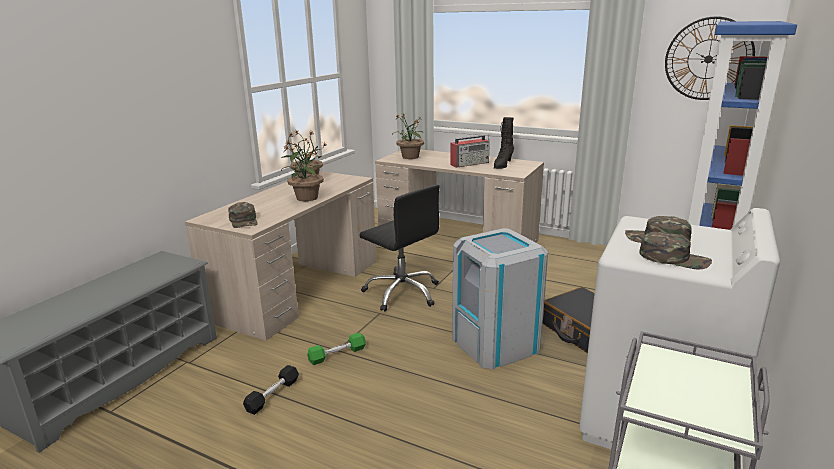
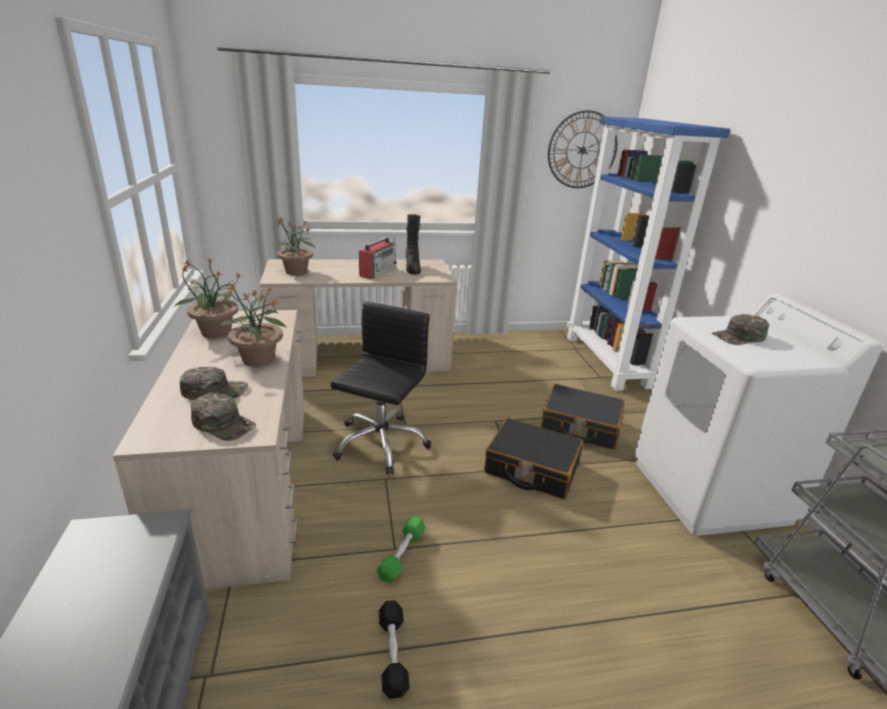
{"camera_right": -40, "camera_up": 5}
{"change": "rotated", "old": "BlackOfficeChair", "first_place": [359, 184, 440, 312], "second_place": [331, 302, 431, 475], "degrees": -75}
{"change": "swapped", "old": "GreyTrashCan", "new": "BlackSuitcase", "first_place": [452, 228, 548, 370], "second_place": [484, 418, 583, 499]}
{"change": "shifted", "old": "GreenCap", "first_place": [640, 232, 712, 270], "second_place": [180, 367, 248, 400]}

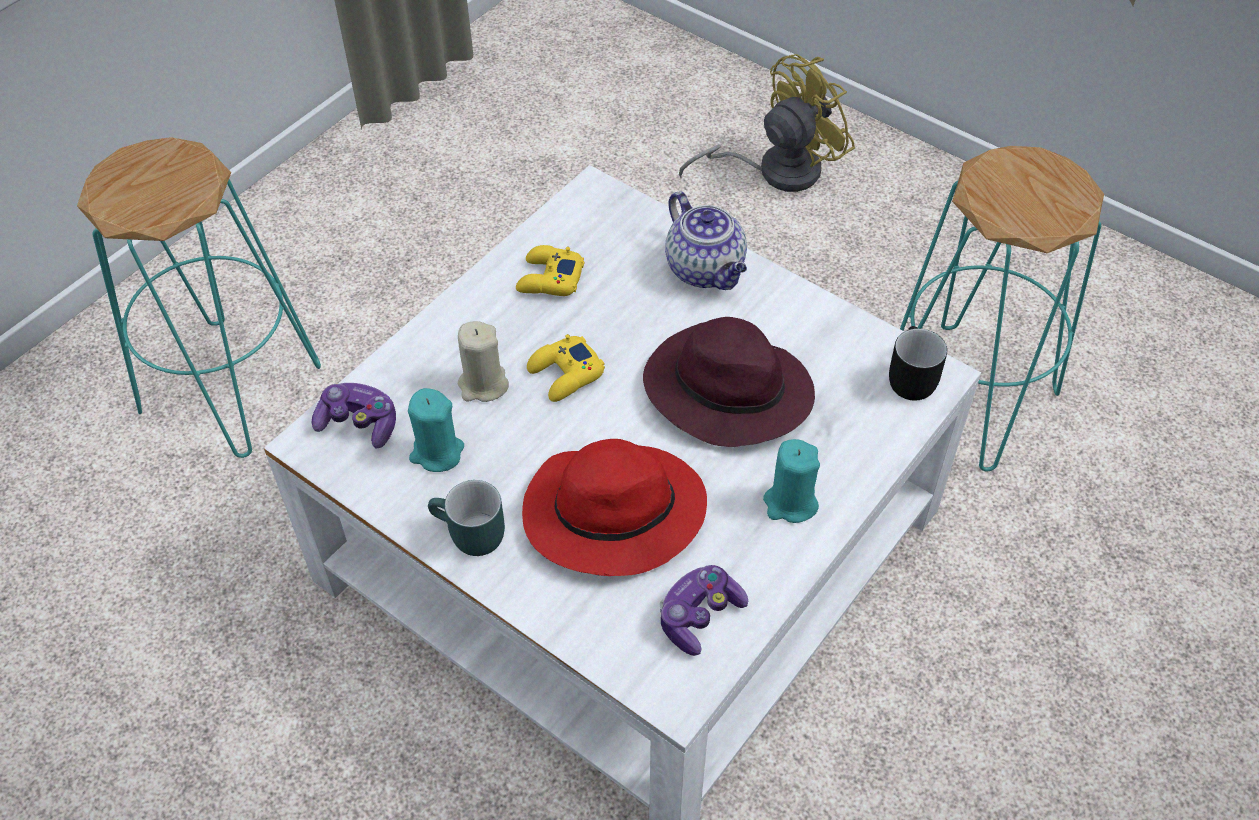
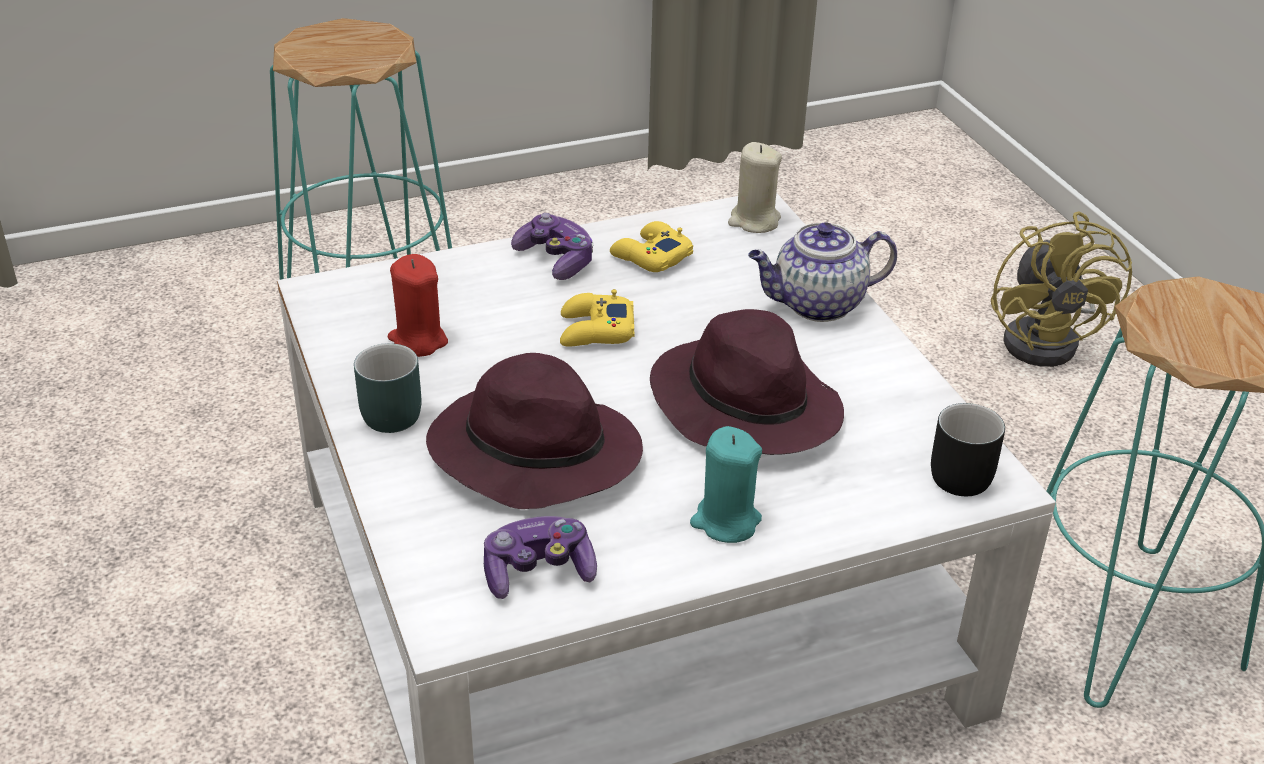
{"camera_right": 30, "camera_up": -15}
{"change": "shifted", "old": "GameController", "first_place": [312, 383, 396, 448], "second_place": [511, 213, 594, 280]}
{"change": "repainted", "old": "TurquoiseCandle", "new": "RedCandle", "first_place": [408, 388, 464, 472], "second_place": [388, 254, 448, 357]}
{"change": "shifted", "old": "BeigeCandle", "first_place": [458, 321, 509, 402], "second_place": [728, 142, 782, 233]}
{"change": "repainted", "old": "RedHat", "new": "PurpleHat", "first_place": [522, 439, 707, 576], "second_place": [426, 353, 643, 509]}
{"change": "rotated", "old": "Teapot", "first_place": [665, 191, 747, 290], "second_place": [748, 222, 897, 322], "degrees": 75}
{"change": "rotated", "old": "YellowFan", "first_place": [679, 54, 855, 192], "second_place": [991, 212, 1132, 367], "degrees": 90}

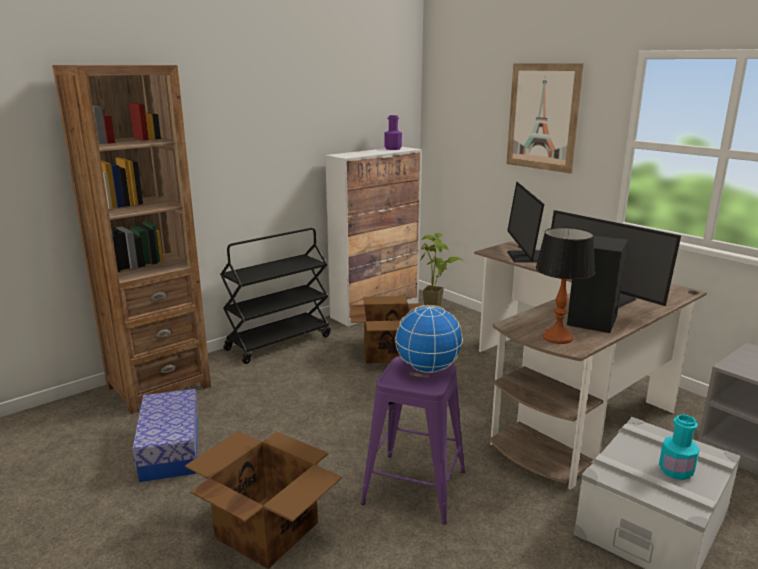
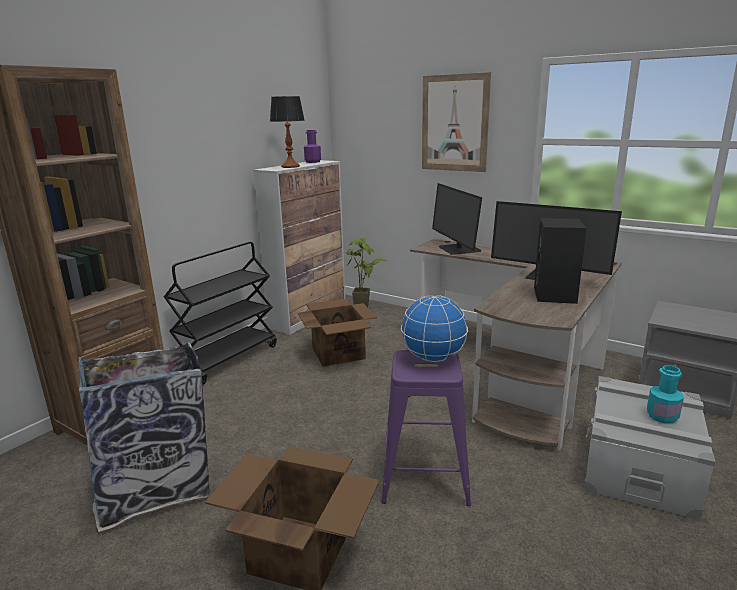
{"camera_right": -15, "camera_up": 0}
{"change": "swapped", "old": "StorageBox", "new": "TrashCan", "first_place": [132, 389, 198, 482], "second_place": [76, 342, 210, 532]}
{"change": "shifted", "old": "TableLamp", "first_place": [535, 227, 595, 344], "second_place": [270, 96, 305, 168]}

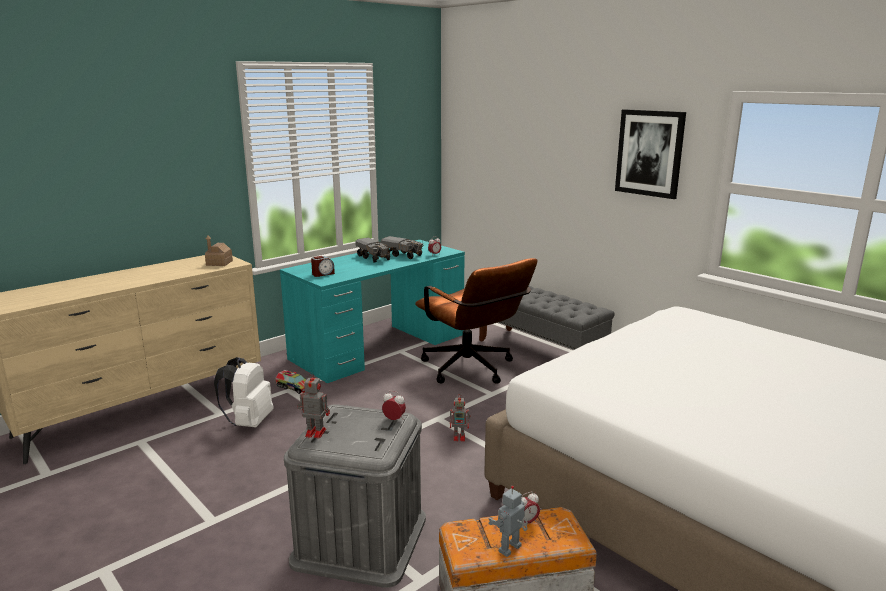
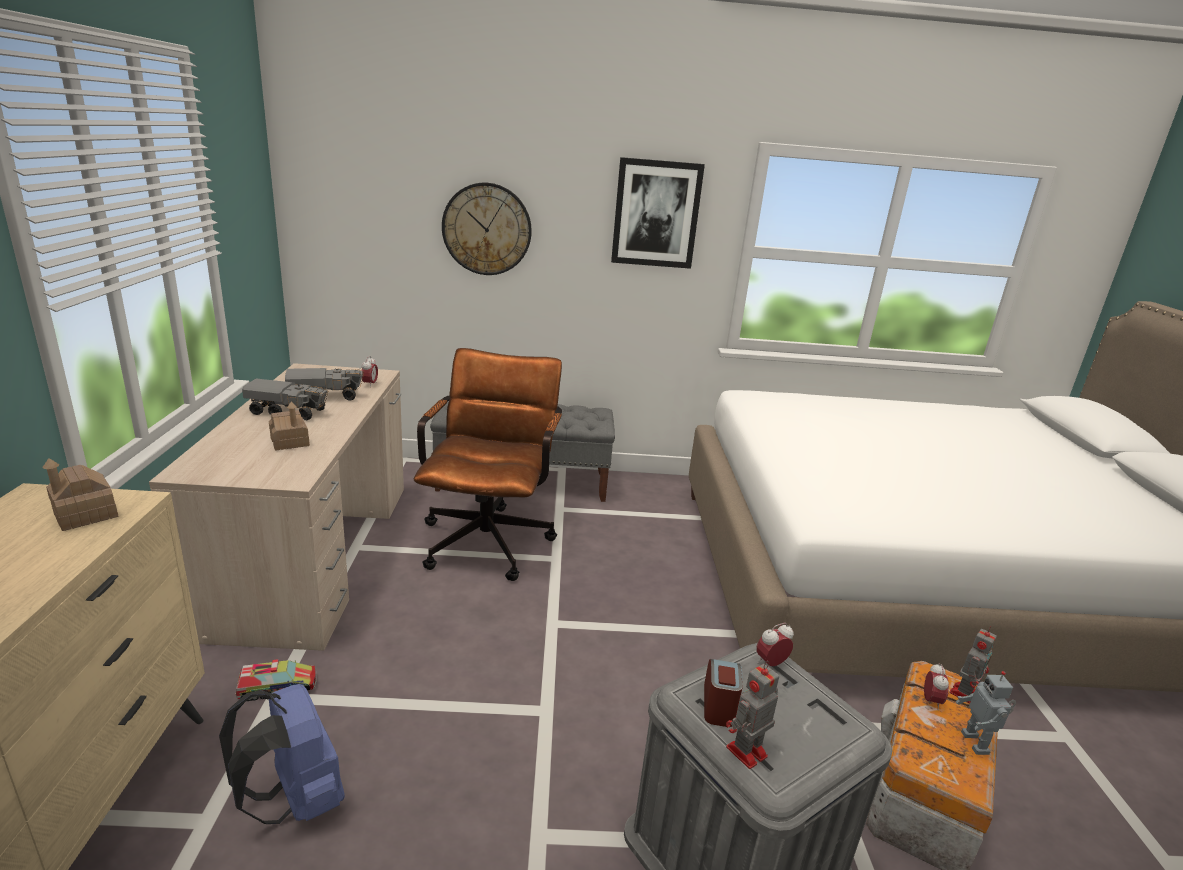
{"camera_right": -50, "camera_up": 5}
{"change": "repainted", "old": "WhiteBackpack", "new": "BlueBackpack", "first_place": [214, 357, 274, 428], "second_place": [219, 684, 345, 824]}
{"change": "repainted", "old": "TurquoiseDesk", "new": "BeigeDesk", "first_place": [280, 240, 465, 383], "second_place": [149, 363, 404, 651]}
{"change": "shifted", "old": "AlarmClock", "first_place": [311, 256, 335, 277], "second_place": [704, 659, 742, 727]}
{"change": "rotated", "old": "BrownOfficeChair", "first_place": [415, 258, 537, 384], "second_place": [414, 348, 562, 581], "degrees": -90}
{"change": "shifted", "old": "ToyRobot", "first_place": [450, 396, 471, 441], "second_place": [949, 626, 997, 704]}
{"change": "new", "new": "ToyHouse", "second_place": [269, 402, 310, 451]}
{"change": "new", "new": "WallClock", "second_place": [442, 183, 532, 275]}

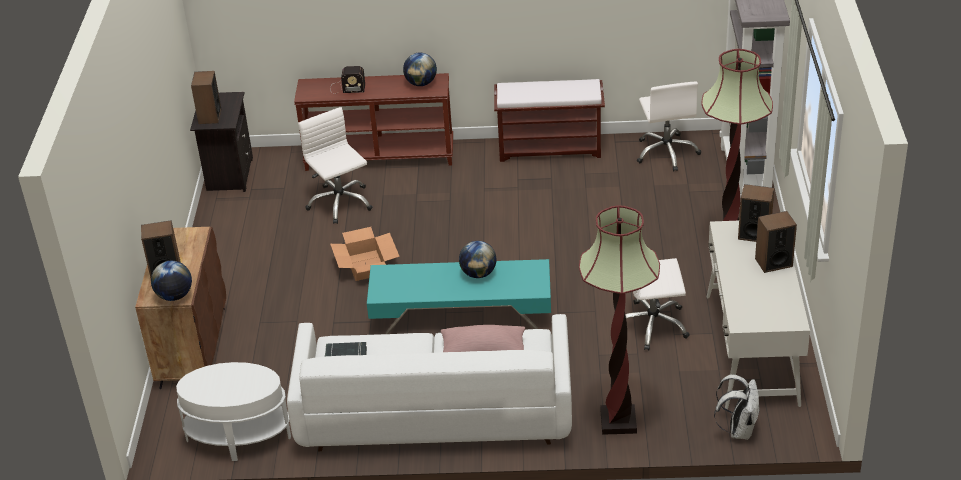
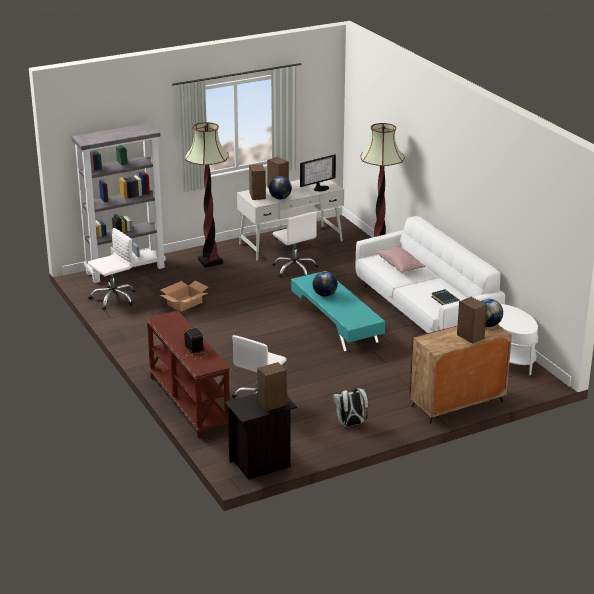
{"camera_right": -120, "camera_up": -10}
{"change": "shifted", "old": "CardboardBox", "first_place": [330, 227, 400, 281], "second_place": [160, 281, 208, 312]}
{"change": "shifted", "old": "Globe", "first_place": [403, 53, 437, 86], "second_place": [269, 176, 292, 199]}
{"change": "gone", "old": "BrownBench", "first_place": [494, 79, 605, 162]}
{"change": "shifted", "old": "WhiteBackpack", "first_place": [714, 374, 760, 440], "second_place": [333, 388, 368, 427]}
{"change": "new", "new": "Monitor", "second_place": [300, 154, 336, 192]}

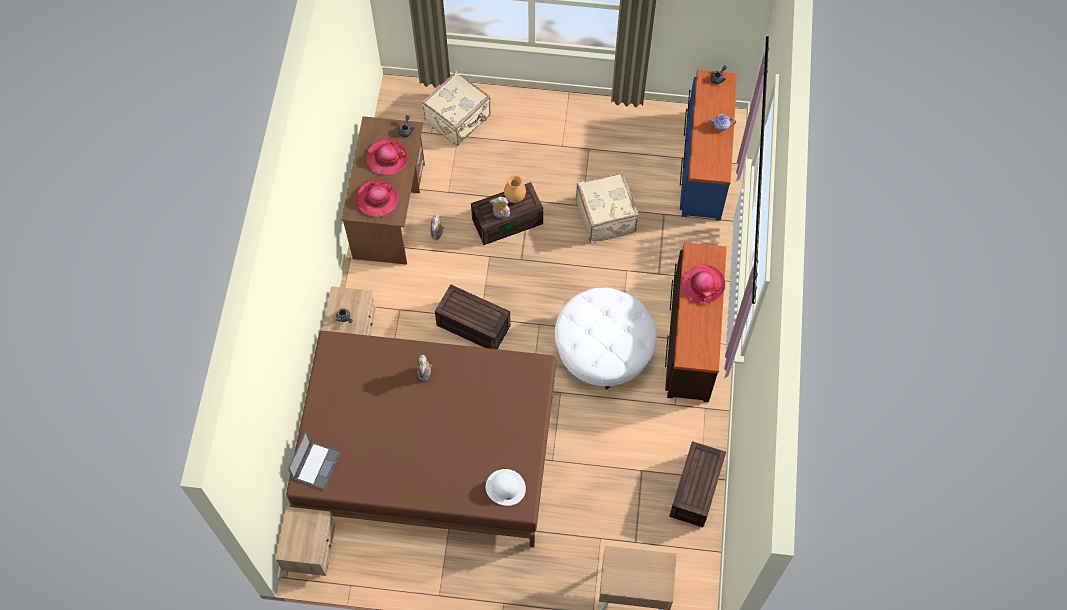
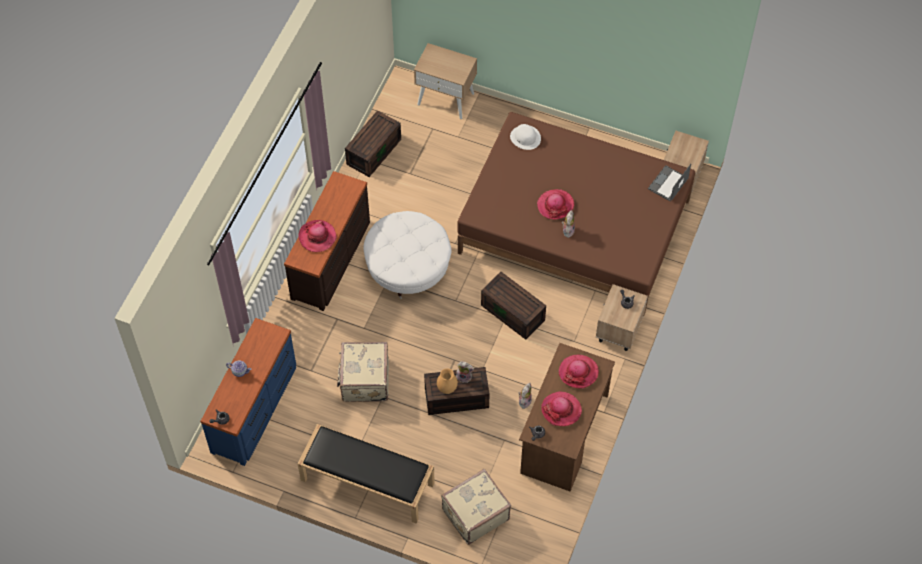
{"camera_right": -165, "camera_up": -5}
{"change": "new", "new": "BlackBench", "second_place": [298, 424, 435, 524]}
{"change": "new", "new": "Hat", "second_place": [537, 189, 574, 219]}

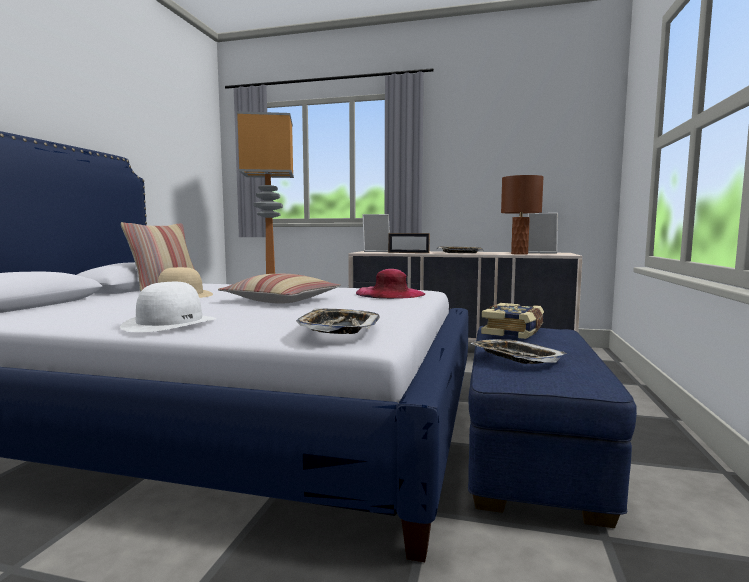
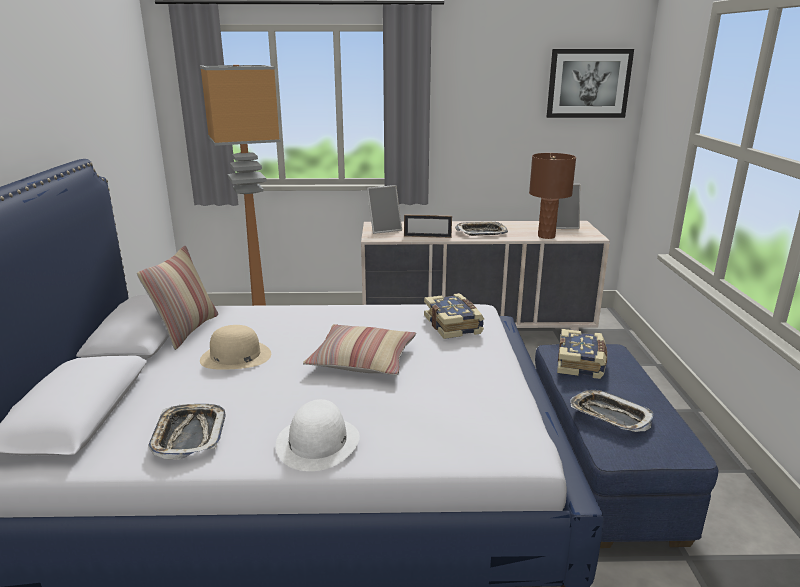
{"camera_right": -15, "camera_up": 15}
{"change": "shifted", "old": "Tray", "first_place": [296, 308, 380, 334], "second_place": [148, 404, 226, 460]}
{"change": "swapped", "old": "PinkHat", "new": "Book", "first_place": [356, 269, 425, 299], "second_place": [424, 293, 484, 339]}
{"change": "new", "new": "Picture", "second_place": [547, 49, 634, 118]}

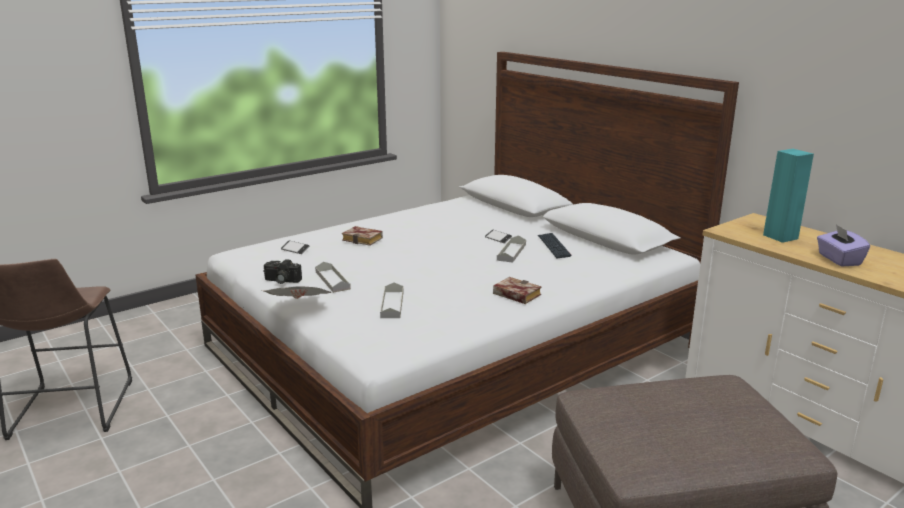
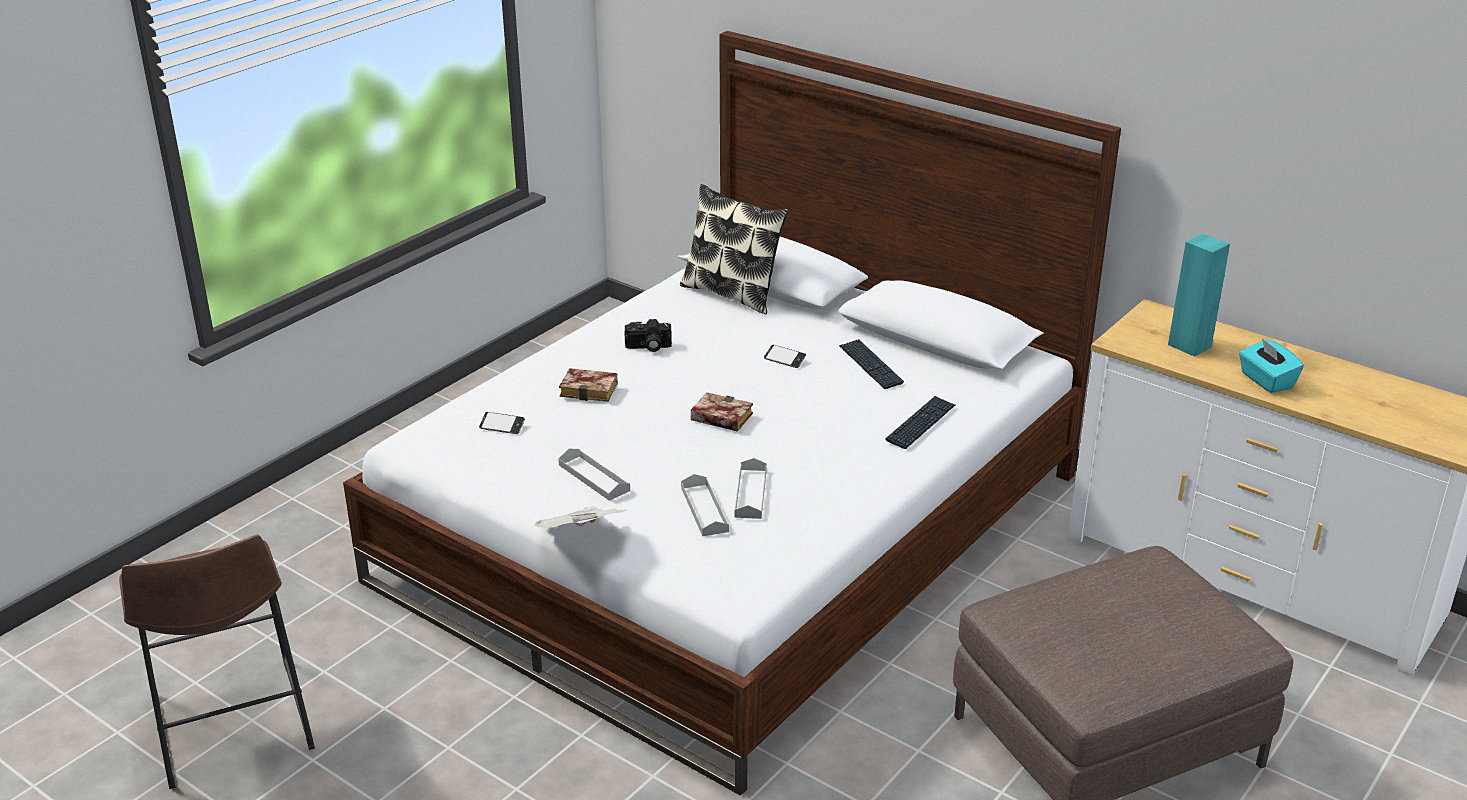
{"camera_right": -15, "camera_up": 10}
{"change": "shifted", "old": "PhotoCamera", "first_place": [263, 259, 302, 284], "second_place": [624, 319, 672, 352]}
{"change": "shifted", "old": "Book", "first_place": [493, 277, 542, 304], "second_place": [691, 392, 753, 432]}
{"change": "shifted", "old": "GreyTray", "first_place": [497, 235, 526, 263], "second_place": [734, 458, 767, 519]}
{"change": "repainted", "old": "PurpleTissueBox", "new": "TurquoiseTissueBox", "first_place": [817, 224, 870, 267], "second_place": [1239, 338, 1304, 393]}
{"change": "new", "new": "Pillow", "second_place": [680, 184, 788, 314]}
{"change": "new", "new": "Keyboard", "second_place": [885, 396, 955, 449]}

